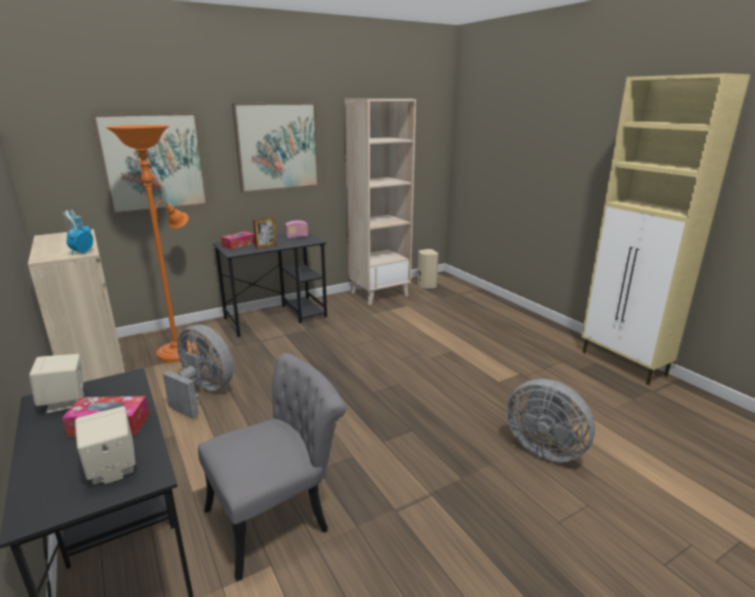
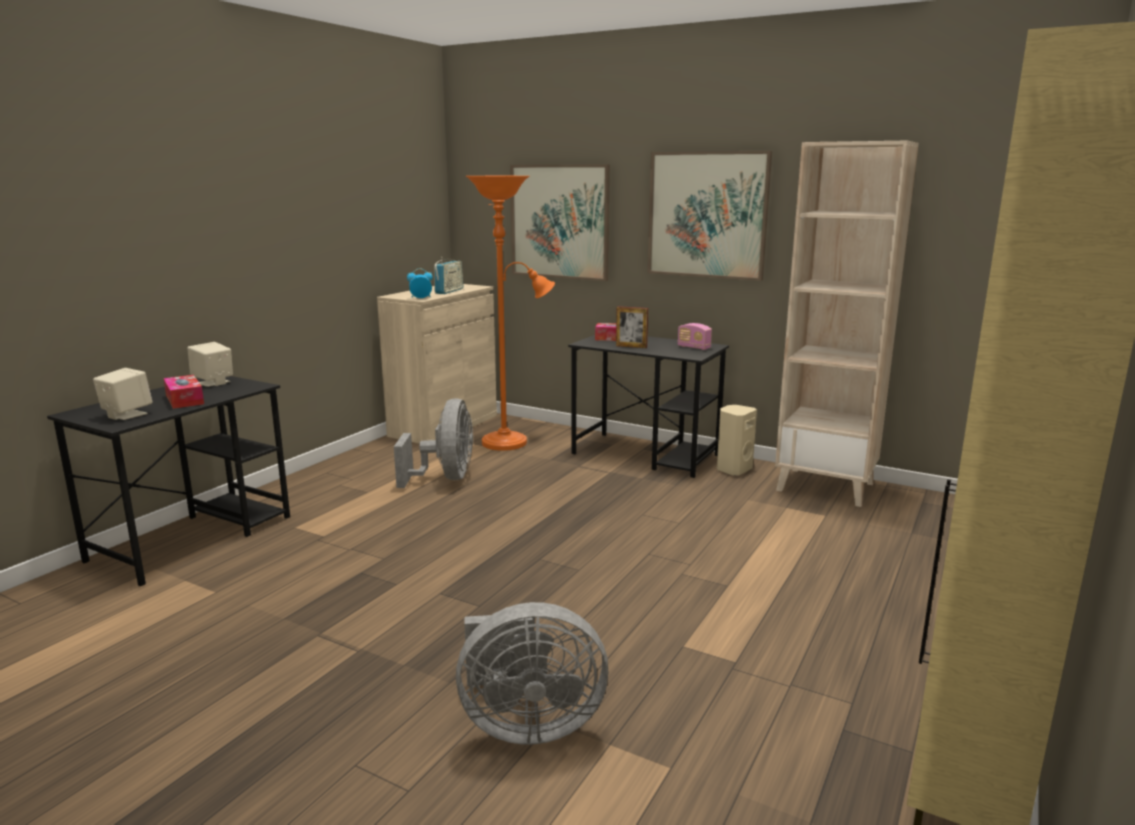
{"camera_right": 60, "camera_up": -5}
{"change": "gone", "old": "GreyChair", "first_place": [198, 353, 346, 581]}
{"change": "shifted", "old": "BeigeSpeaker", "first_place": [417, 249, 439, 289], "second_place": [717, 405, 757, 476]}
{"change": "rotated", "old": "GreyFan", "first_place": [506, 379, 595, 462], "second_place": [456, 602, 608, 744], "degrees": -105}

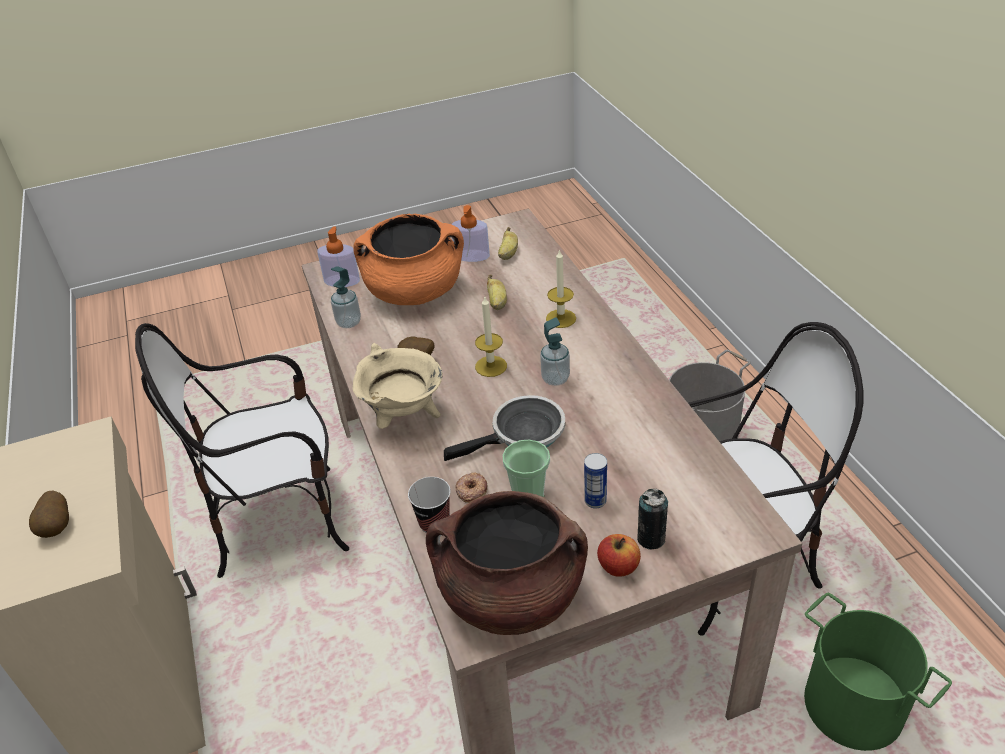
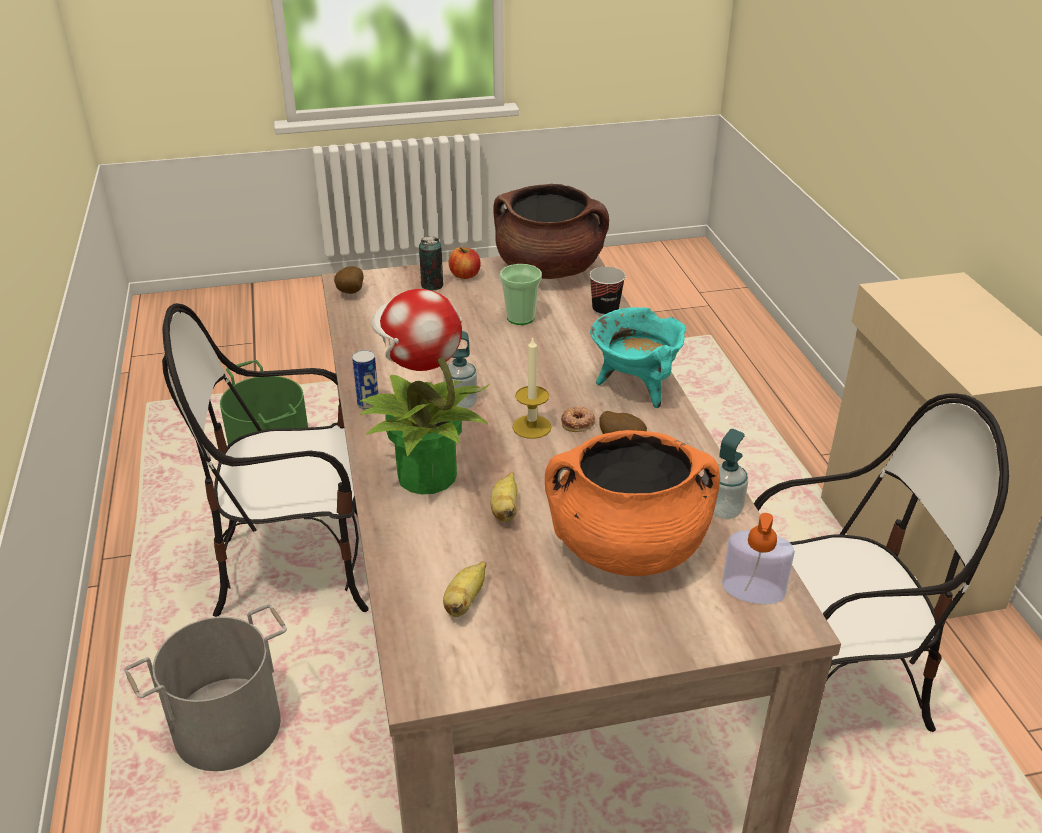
{"camera_right": -175, "camera_up": -5}
{"change": "shifted", "old": "Potato", "first_place": [29, 490, 69, 538], "second_place": [334, 266, 364, 294]}
{"change": "repainted", "old": "BeigeCookingPot", "new": "TurquoiseCookingPot", "first_place": [353, 343, 443, 429], "second_place": [590, 307, 686, 408]}
{"change": "gone", "old": "FryingPan", "first_place": [444, 395, 565, 461]}
{"change": "gone", "old": "SoapDispenser", "first_place": [452, 205, 490, 262]}
{"change": "shifted", "old": "Donut", "first_place": [455, 472, 487, 503], "second_place": [561, 407, 595, 432]}
{"change": "swapped", "old": "Candle", "new": "PottedPlant", "first_place": [546, 249, 576, 328], "second_place": [359, 289, 490, 494]}
{"change": "shifted", "old": "Can", "first_place": [584, 453, 607, 509], "second_place": [352, 350, 378, 410]}

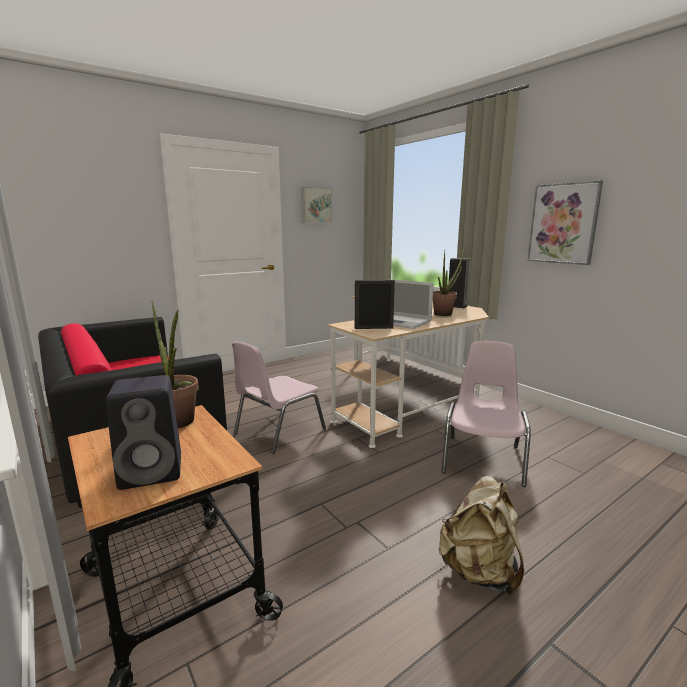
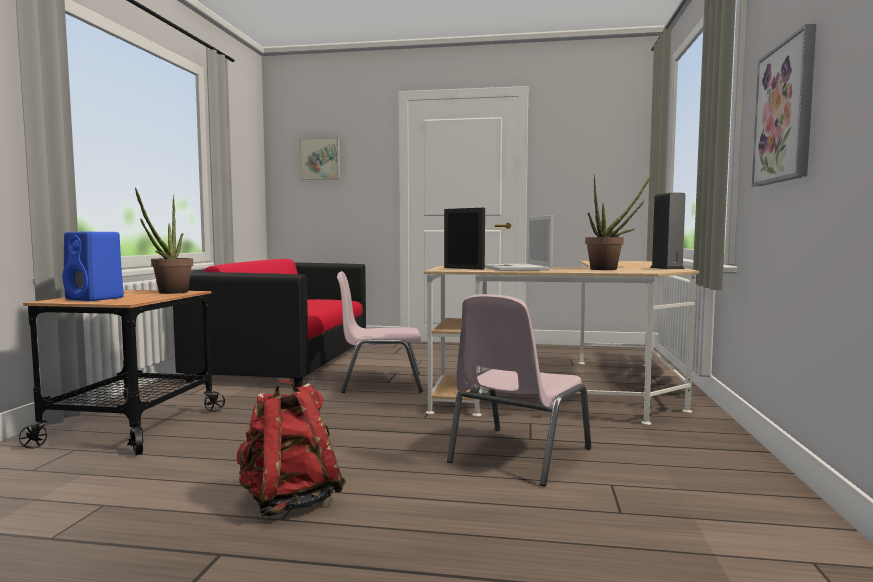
{"camera_right": 45, "camera_up": -10}
{"change": "repainted", "old": "BlackSpeaker", "new": "BlueSpeaker", "first_place": [106, 375, 181, 490], "second_place": [63, 232, 124, 301]}
{"change": "shifted", "old": "Picture", "first_place": [301, 187, 332, 223], "second_place": [299, 137, 340, 180]}
{"change": "repainted", "old": "BeigeBackpack", "new": "RedBackpack", "first_place": [438, 476, 524, 595], "second_place": [237, 380, 346, 517]}
{"change": "rotated", "old": "PinkChair", "first_place": [442, 341, 531, 487], "second_place": [447, 294, 591, 486], "degrees": 150}

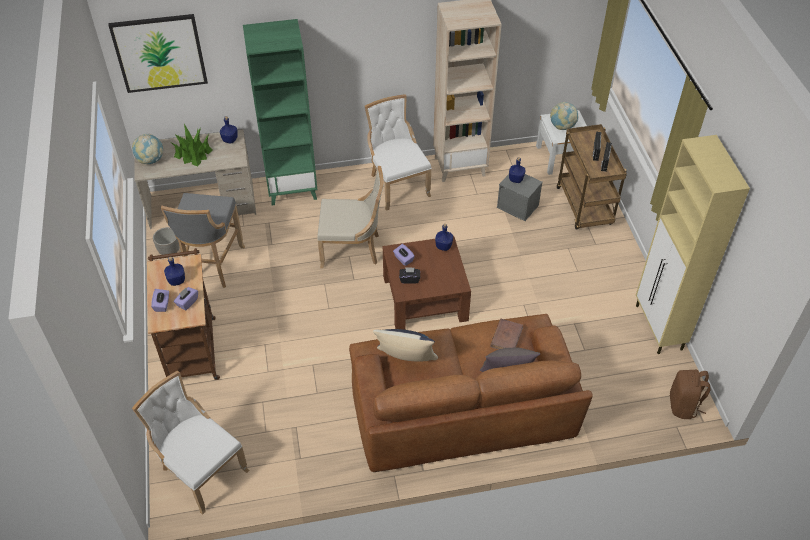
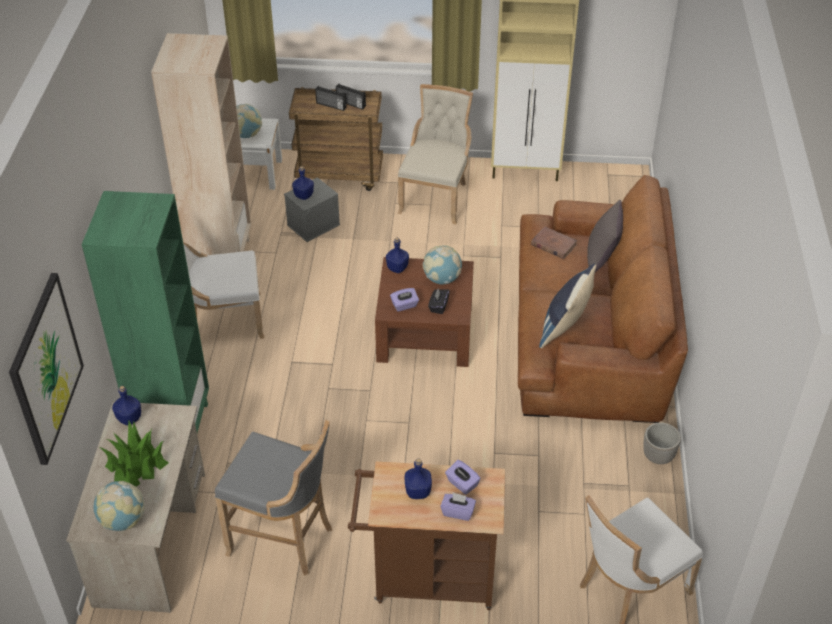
{"camera_right": -75, "camera_up": -5}
{"change": "shifted", "old": "Planter", "first_place": [153, 227, 180, 255], "second_place": [643, 423, 681, 464]}
{"change": "shifted", "old": "BeigeChair", "first_place": [317, 166, 384, 268], "second_place": [398, 84, 473, 224]}
{"change": "gone", "old": "BrownBackpack", "first_place": [670, 370, 711, 419]}
{"change": "new", "new": "Globe", "second_place": [423, 245, 462, 284]}

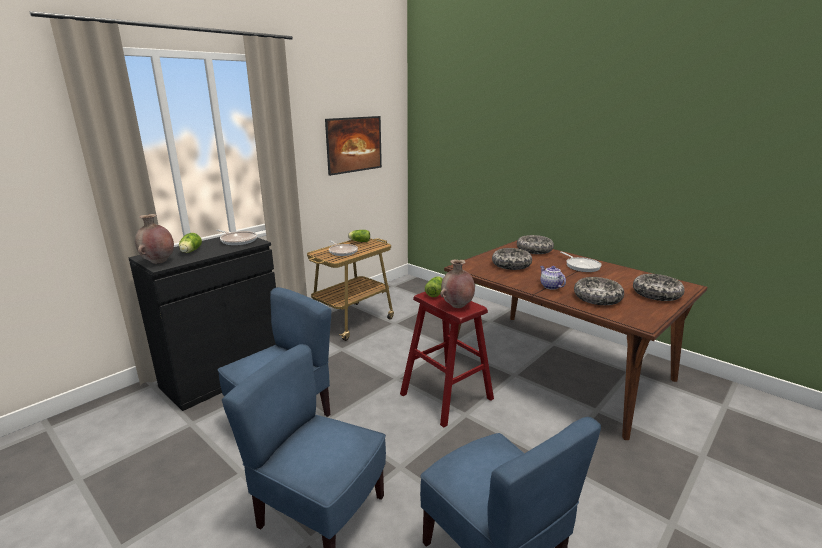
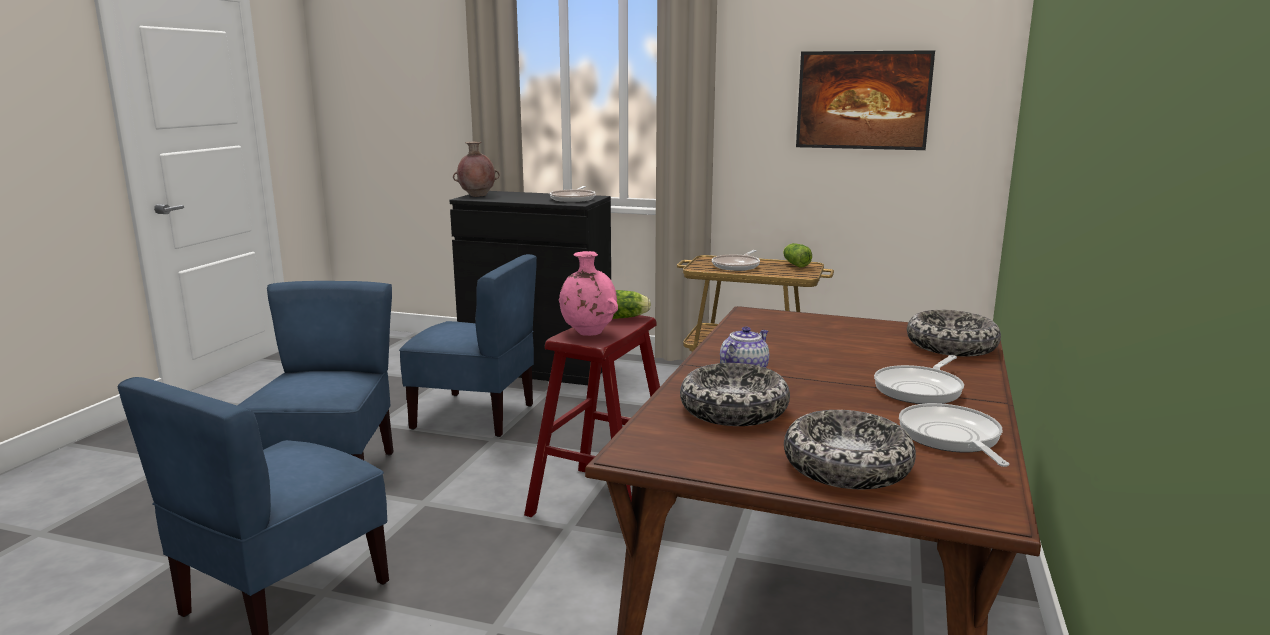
{"camera_right": 65, "camera_up": -5}
{"change": "gone", "old": "Lettuce", "first_place": [179, 233, 202, 253]}
{"change": "repainted", "old": "BrownVase", "new": "PinkVase", "first_place": [440, 259, 475, 308], "second_place": [559, 251, 618, 336]}
{"change": "gone", "old": "Bowl", "first_place": [492, 248, 532, 270]}
{"change": "new", "new": "FryingPan", "second_place": [899, 403, 1009, 467]}

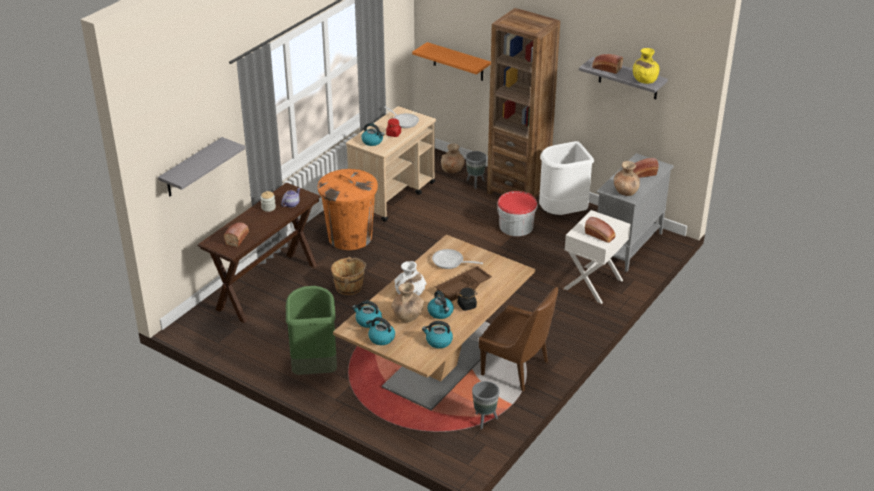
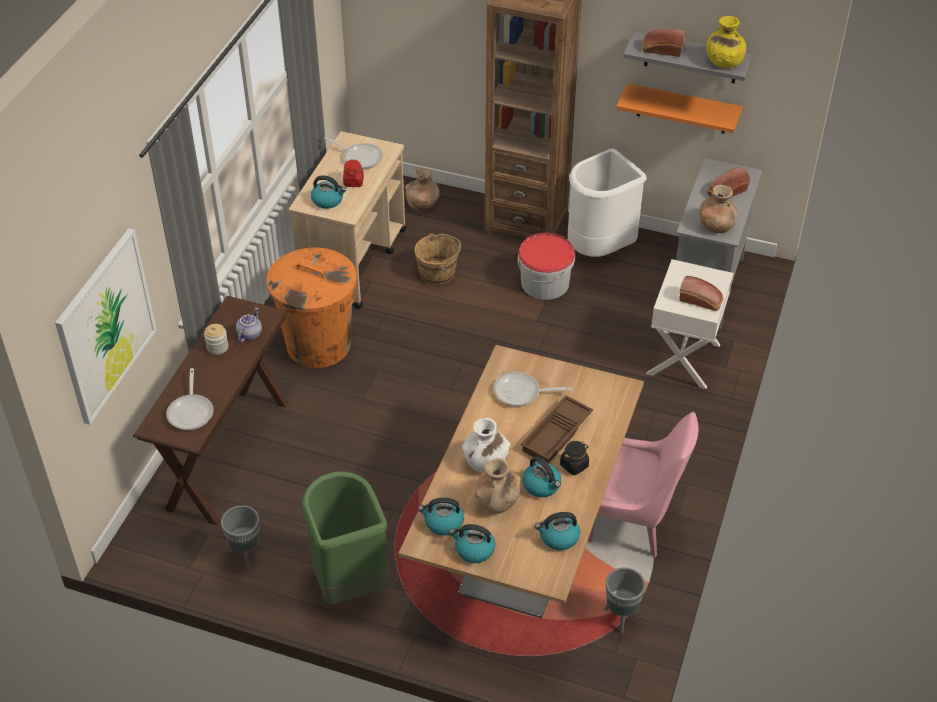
{"camera_right": -15, "camera_up": 10}
{"change": "swapped", "old": "GreyShelf", "new": "Picture", "first_place": [158, 137, 245, 196], "second_place": [55, 228, 157, 425]}
{"change": "swapped", "old": "Bread", "new": "FryingPan", "first_place": [224, 222, 249, 247], "second_place": [166, 368, 214, 430]}
{"change": "shifted", "old": "BrownBucket", "first_place": [331, 257, 366, 295], "second_place": [414, 233, 461, 285]}
{"change": "shifted", "old": "OrangeShelf", "first_place": [412, 42, 491, 81], "second_place": [616, 83, 743, 134]}
{"change": "shifted", "old": "GreyPlanter", "first_place": [466, 151, 487, 189], "second_place": [221, 505, 262, 570]}
{"change": "repainted", "old": "BrownChair", "new": "PinkChair", "first_place": [479, 287, 558, 392], "second_place": [588, 412, 698, 558]}

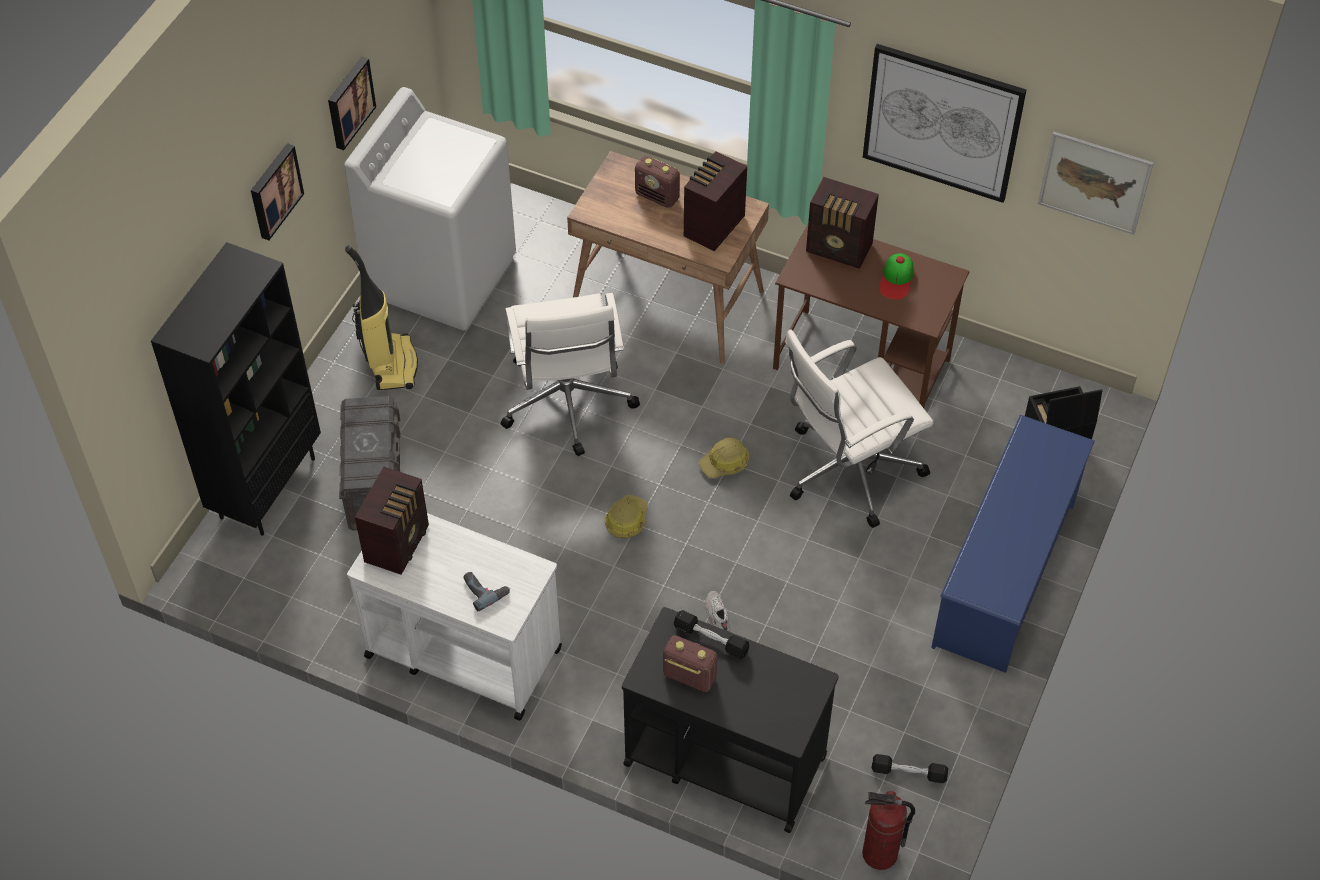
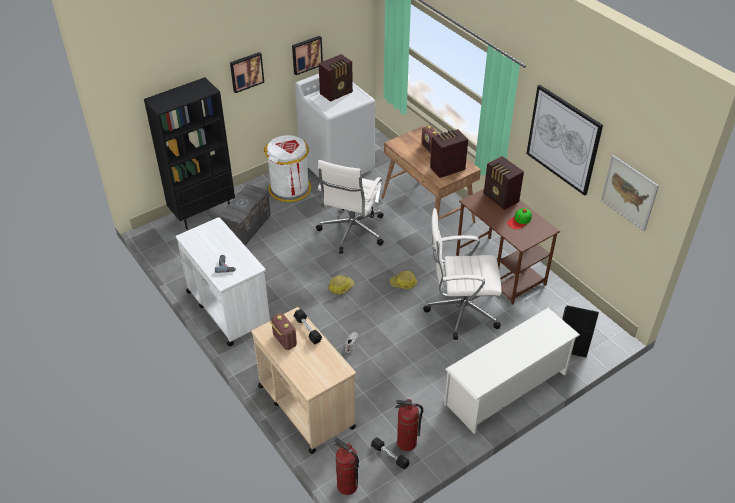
{"camera_right": 30, "camera_up": -10}
{"change": "swapped", "old": "VacuumCleaner", "new": "WhiteTrashCan", "first_place": [345, 245, 418, 390], "second_place": [264, 135, 311, 202]}
{"change": "shifted", "old": "Radio", "first_place": [355, 467, 429, 575], "second_place": [319, 54, 353, 102]}
{"change": "repainted", "old": "BlackCart", "new": "BeigeCart", "first_place": [622, 607, 839, 833], "second_place": [251, 307, 356, 454]}
{"change": "repainted", "old": "BlueShoeRack", "new": "WhiteShoeRack", "first_place": [931, 415, 1095, 673], "second_place": [444, 308, 580, 434]}
{"change": "new", "new": "FireExtinguisher", "second_place": [395, 399, 423, 451]}

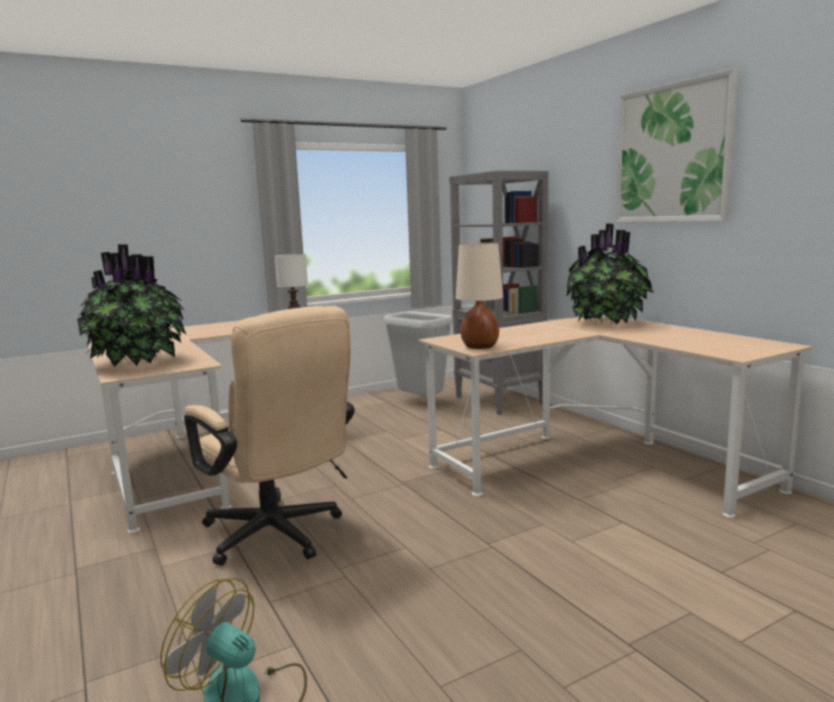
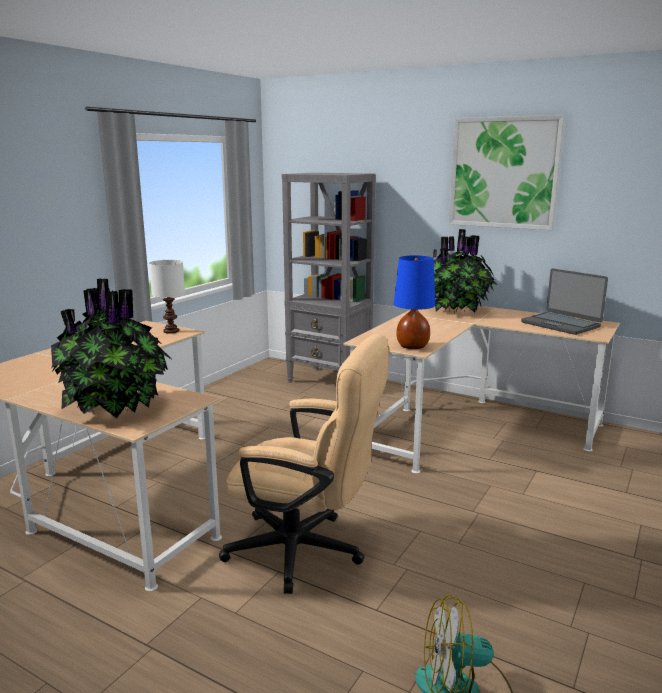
{"camera_right": -30, "camera_up": 5}
{"change": "gone", "old": "GreyTrashCan", "first_place": [383, 311, 453, 396]}
{"change": "repainted", "old": "BeigeTableLamp", "new": "BlueTableLamp", "first_place": [456, 243, 503, 349], "second_place": [394, 255, 435, 349]}
{"change": "new", "new": "Laptop", "second_place": [521, 268, 608, 335]}

